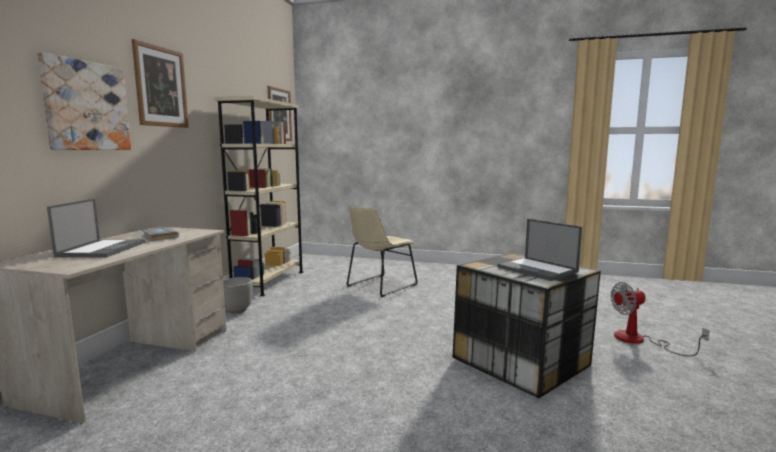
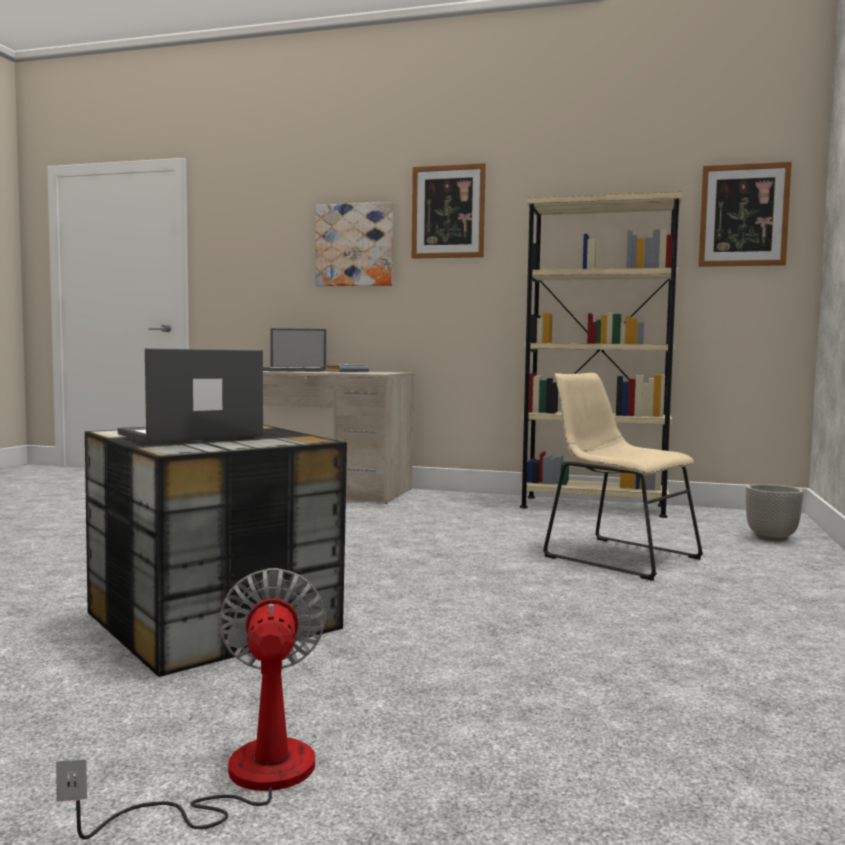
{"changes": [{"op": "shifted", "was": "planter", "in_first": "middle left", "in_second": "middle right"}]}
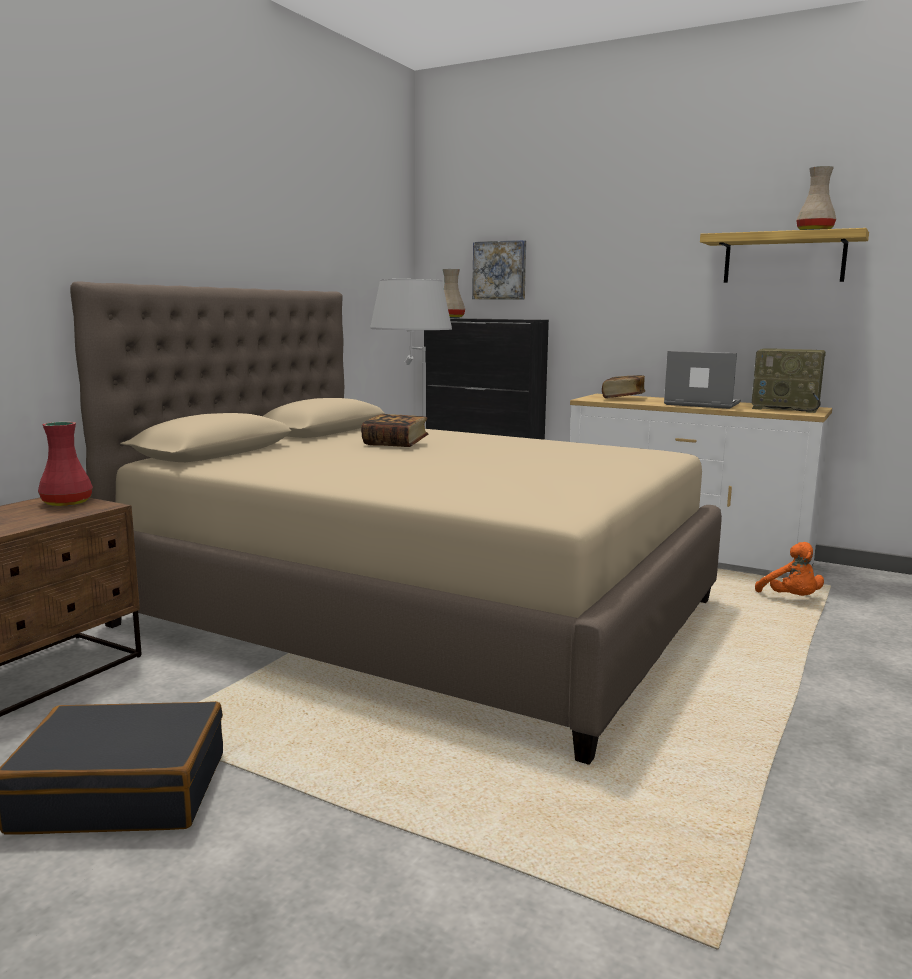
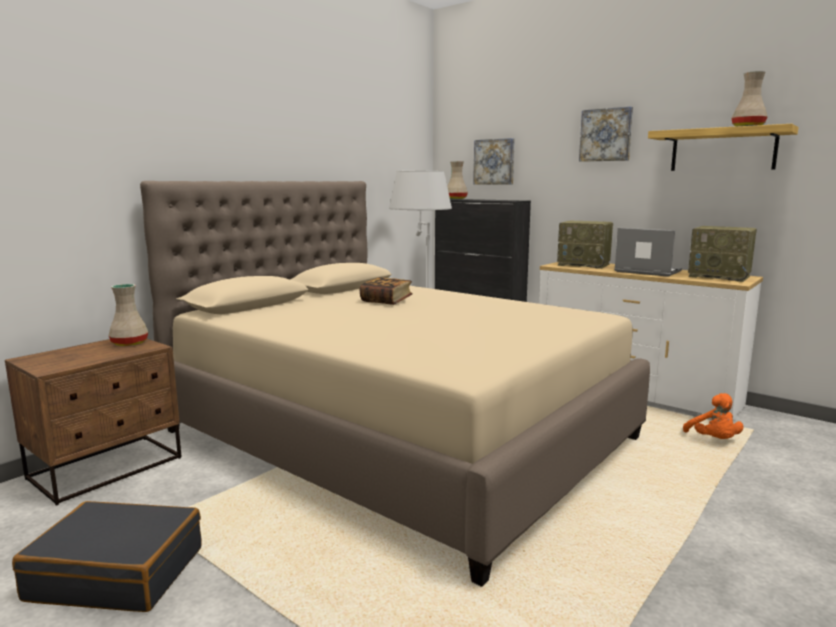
{"changes": [{"op": "repainted", "was": "vase in red", "now": "vase in beige (no. 1 from left)", "in_first": "middle left", "in_second": "middle left"}, {"op": "swapped", "was": "book (no. 2 from left)", "now": "radio (no. 1 from left)", "in_first": "middle right", "in_second": "middle right"}, {"op": "new", "now": "picture (no. 2 from left)", "in_second": "top right"}]}
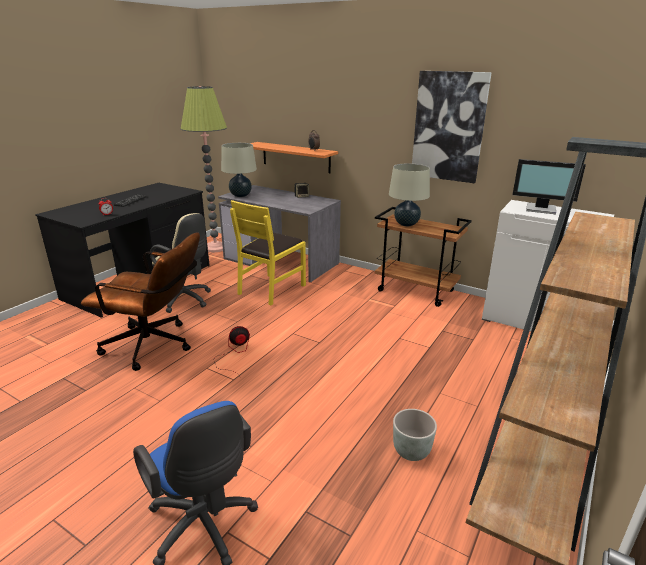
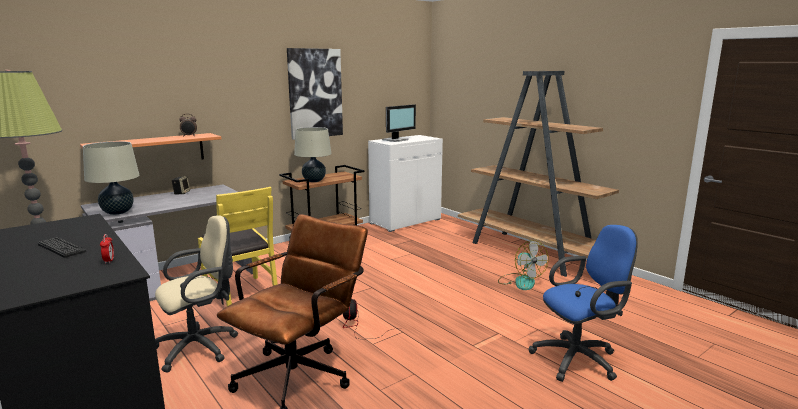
{"changes": [{"op": "swapped", "was": "planter in grey", "now": "fan (no. 2 from left)", "in_first": "bottom centre", "in_second": "centre"}]}
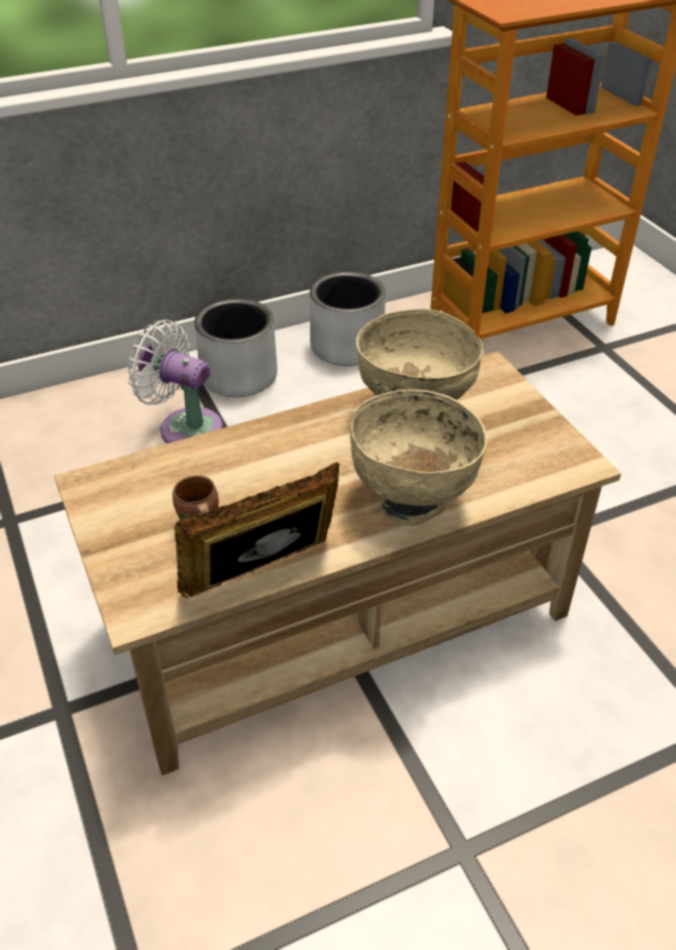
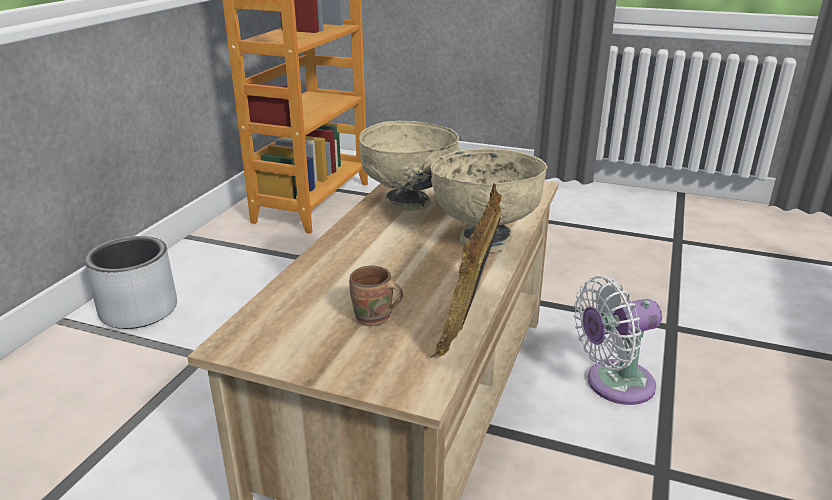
{"changes": [{"op": "shifted", "was": "fan in white", "in_first": "middle left", "in_second": "bottom right"}, {"op": "gone", "was": "planter in grey (no. 2 from left)", "in_first": "centre"}]}
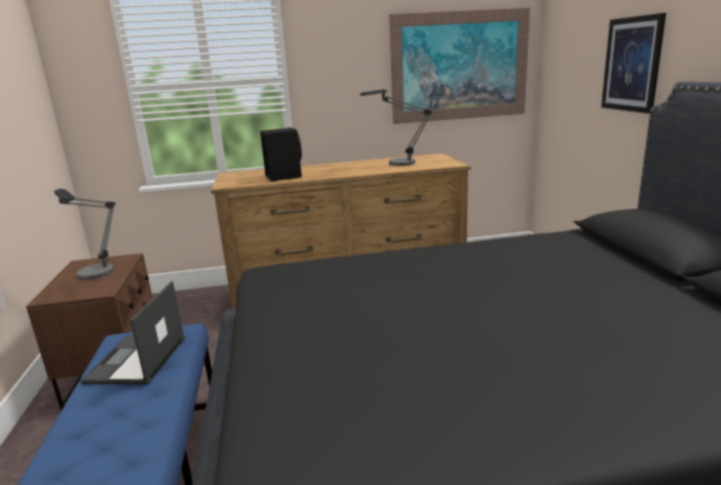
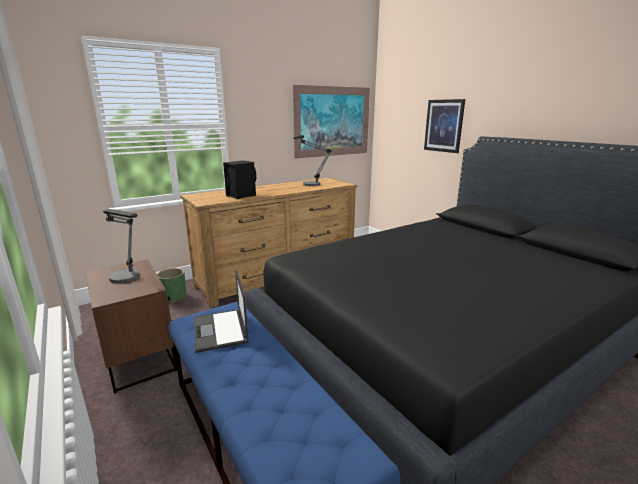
{"changes": [{"op": "new", "now": "planter in green", "in_second": "middle left"}]}
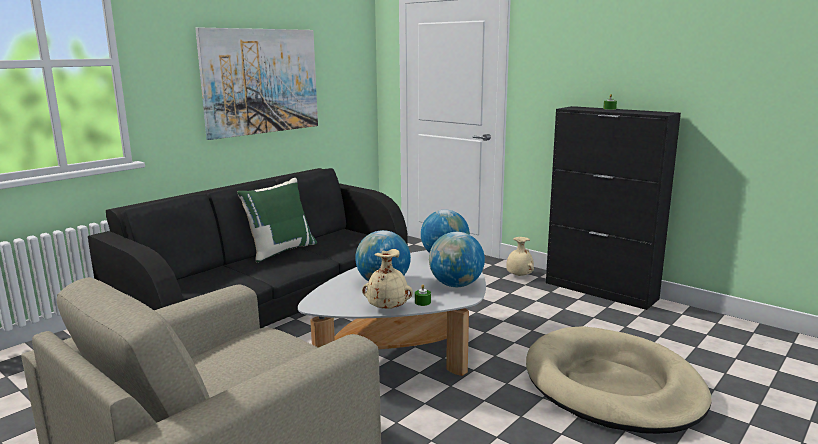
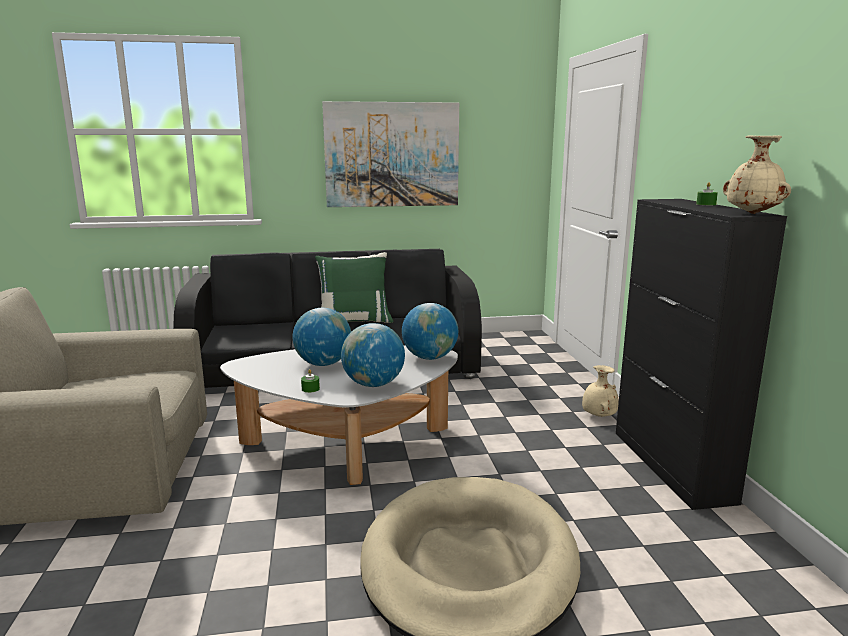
{"changes": [{"op": "shifted", "was": "vase in beige (no. 1 from left in the first image)", "now": "vase in beige (no. 2 from left)", "in_first": "centre", "in_second": "top right"}]}
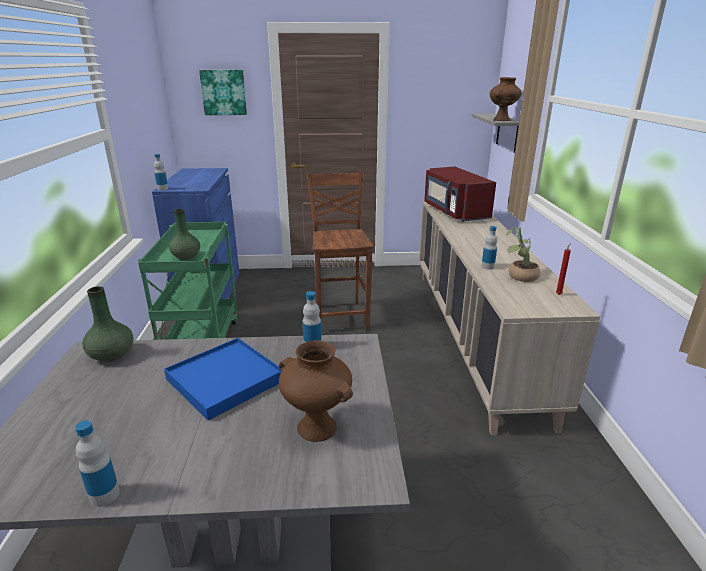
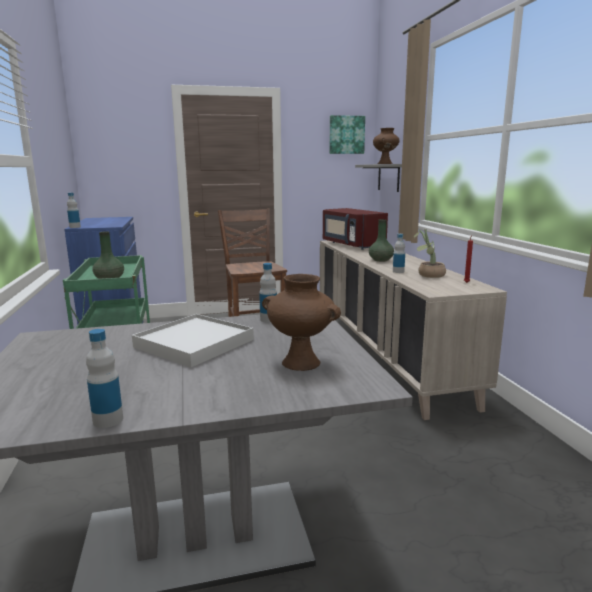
{"changes": [{"op": "repainted", "was": "tray in blue", "now": "tray in white", "in_first": "middle left", "in_second": "middle left"}, {"op": "shifted", "was": "picture", "in_first": "top left", "in_second": "top centre"}, {"op": "shifted", "was": "vase in green (no. 1 from left in the first image)", "now": "vase in green (no. 2 from left)", "in_first": "middle left", "in_second": "centre"}]}
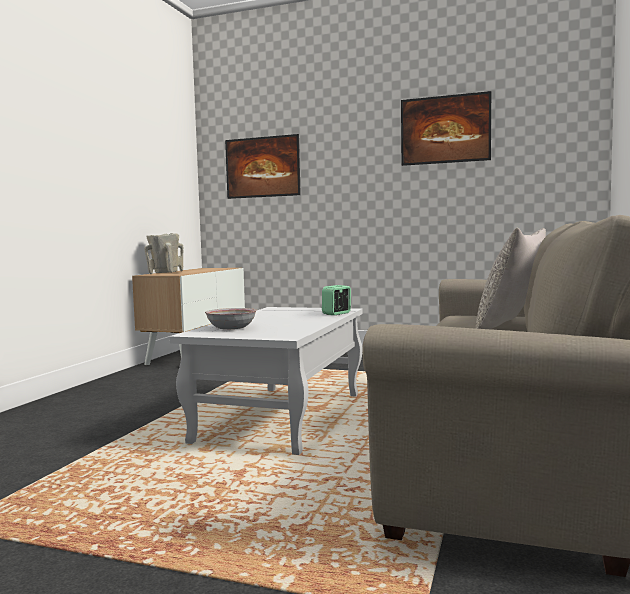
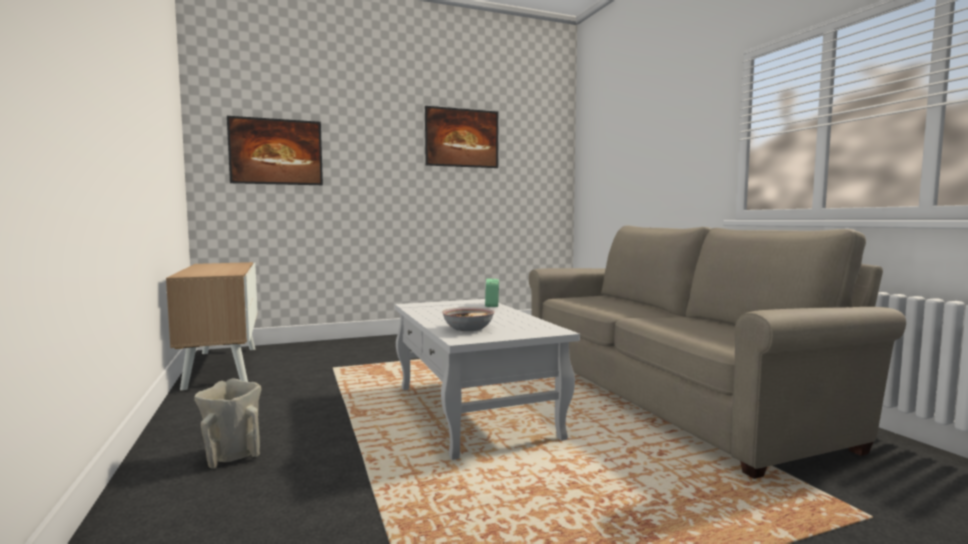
{"changes": [{"op": "shifted", "was": "vase in beige", "in_first": "middle left", "in_second": "bottom left"}, {"op": "gone", "was": "pillow in grey", "in_first": "middle right"}]}
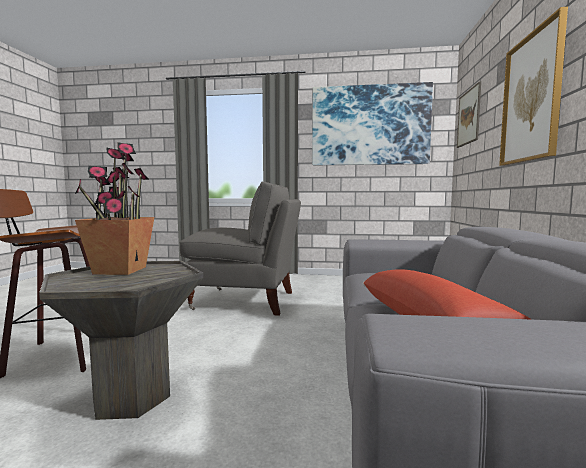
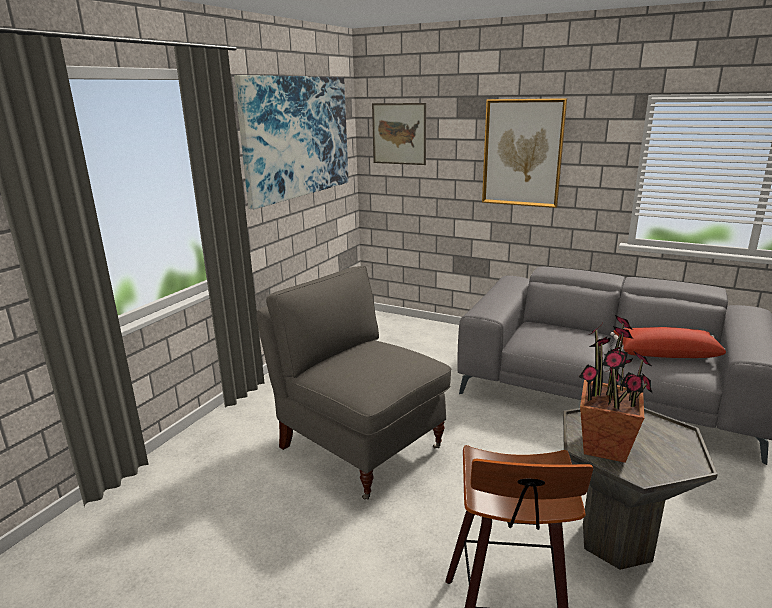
{"changes": [{"op": "rotated", "was": "armchair in grey", "in_first": "centre", "in_second": "centre", "clockwise": -75}]}
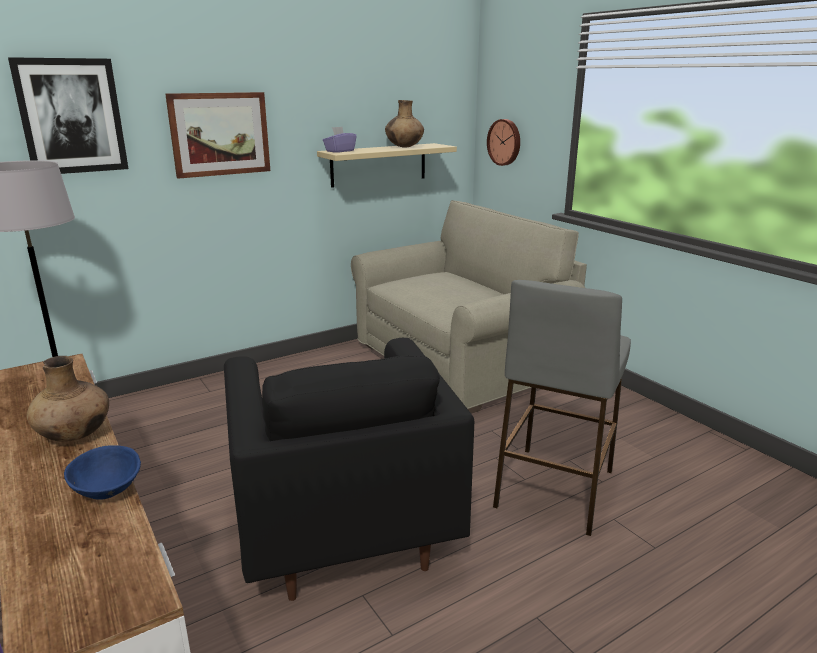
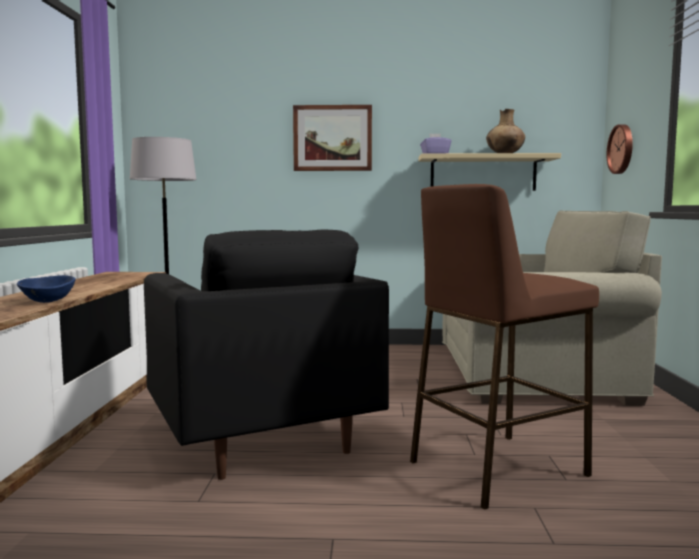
{"changes": [{"op": "rotated", "was": "armchair in black", "in_first": "bottom centre", "in_second": "centre", "clockwise": -45}, {"op": "repainted", "was": "stool in grey", "now": "stool in brown", "in_first": "middle right", "in_second": "middle right"}, {"op": "gone", "was": "picture (no. 1 from left)", "in_first": "top left"}, {"op": "gone", "was": "vase in brown (no. 1 from left)", "in_first": "middle left"}]}
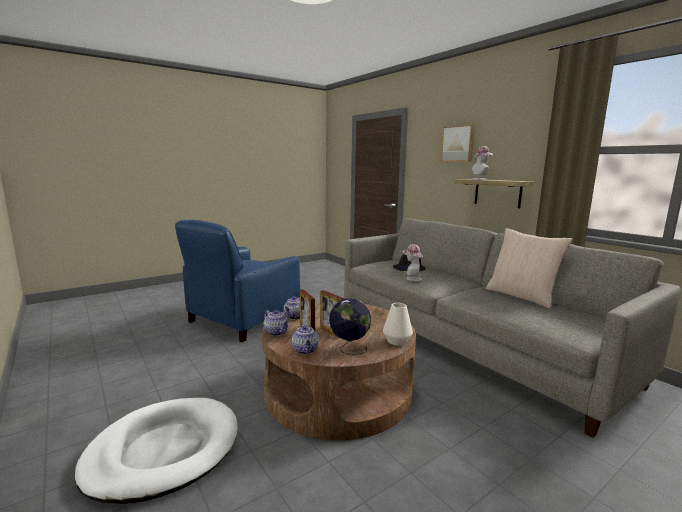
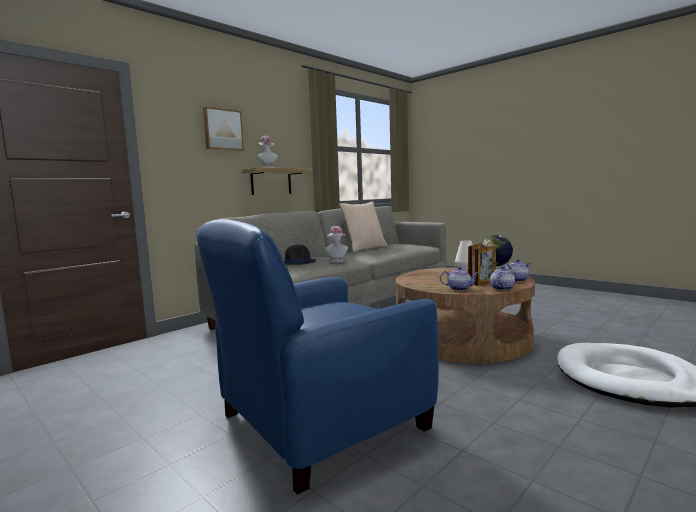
{"changes": [{"op": "rotated", "was": "armchair in blue", "in_first": "centre", "in_second": "bottom centre", "clockwise": 120}]}
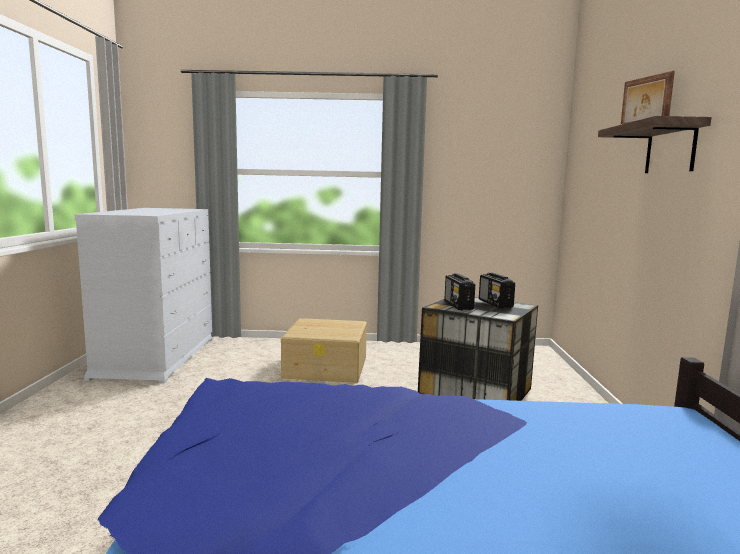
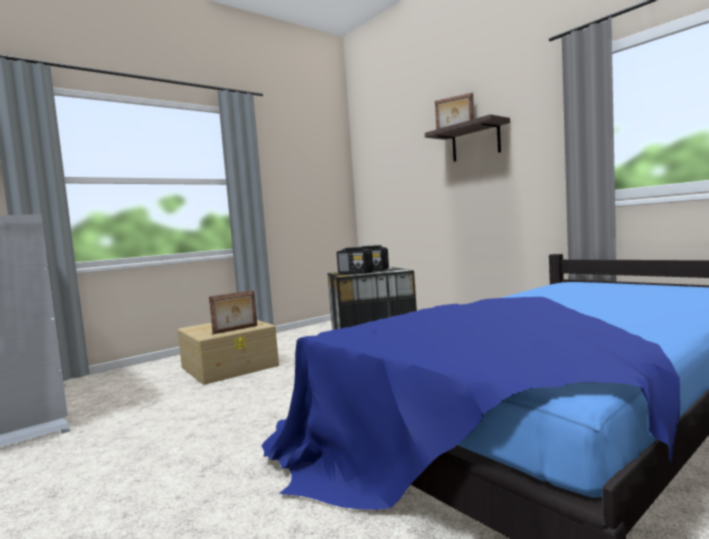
{"changes": [{"op": "new", "now": "picture frame (no. 1 from left)", "in_second": "middle left"}]}
